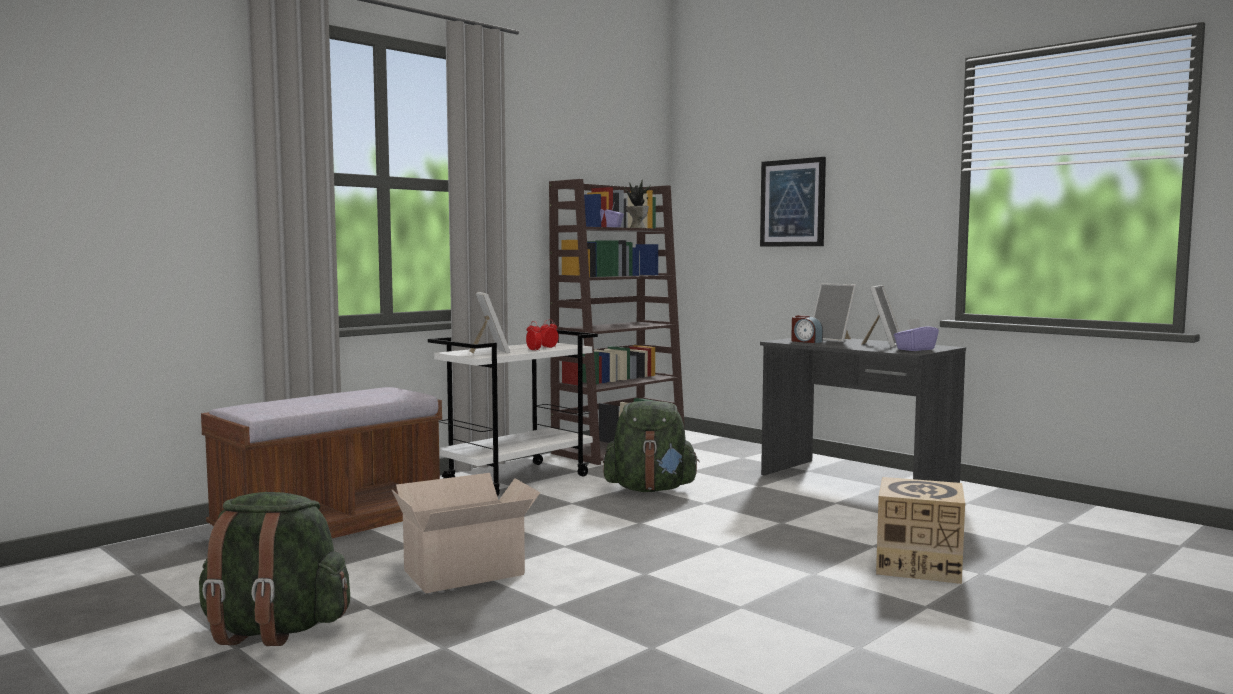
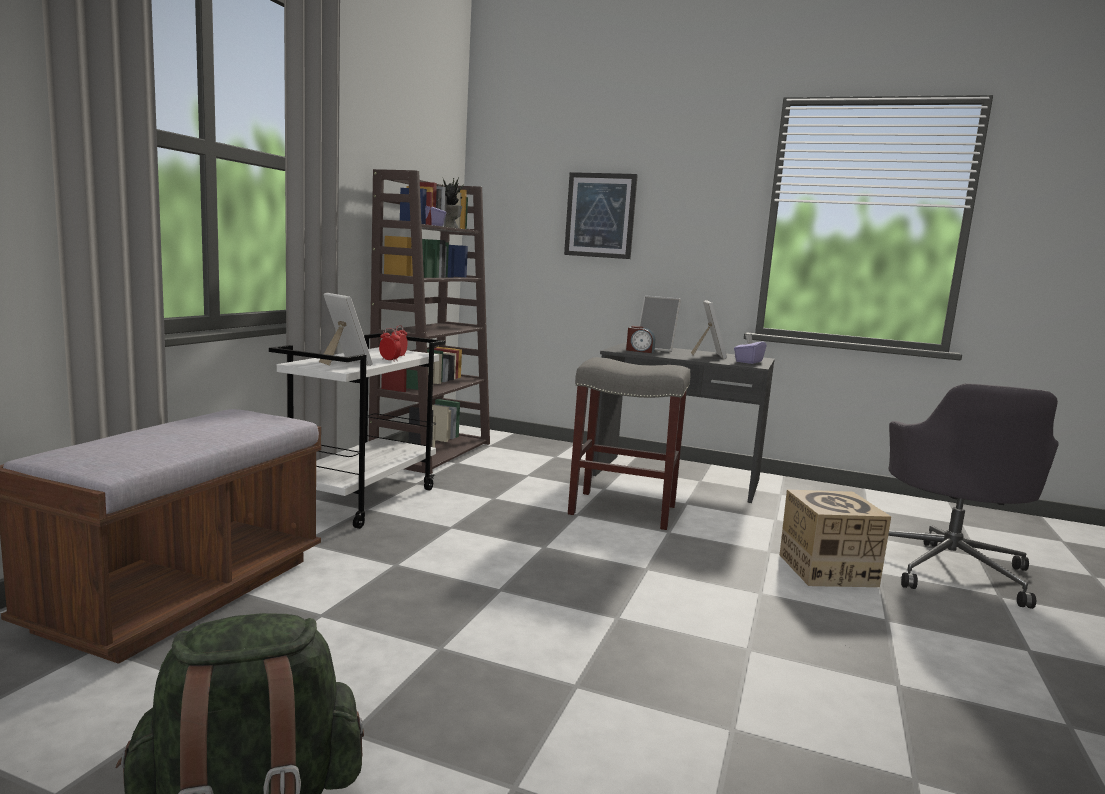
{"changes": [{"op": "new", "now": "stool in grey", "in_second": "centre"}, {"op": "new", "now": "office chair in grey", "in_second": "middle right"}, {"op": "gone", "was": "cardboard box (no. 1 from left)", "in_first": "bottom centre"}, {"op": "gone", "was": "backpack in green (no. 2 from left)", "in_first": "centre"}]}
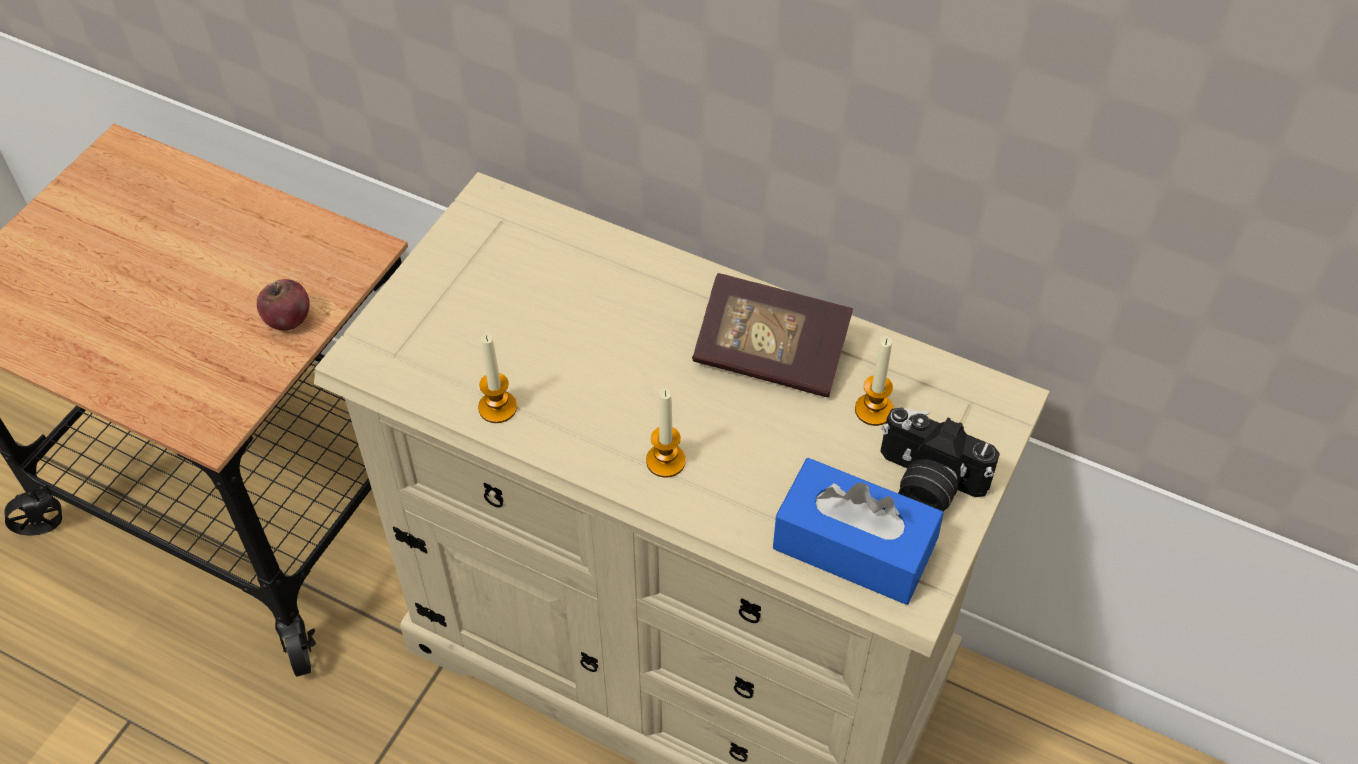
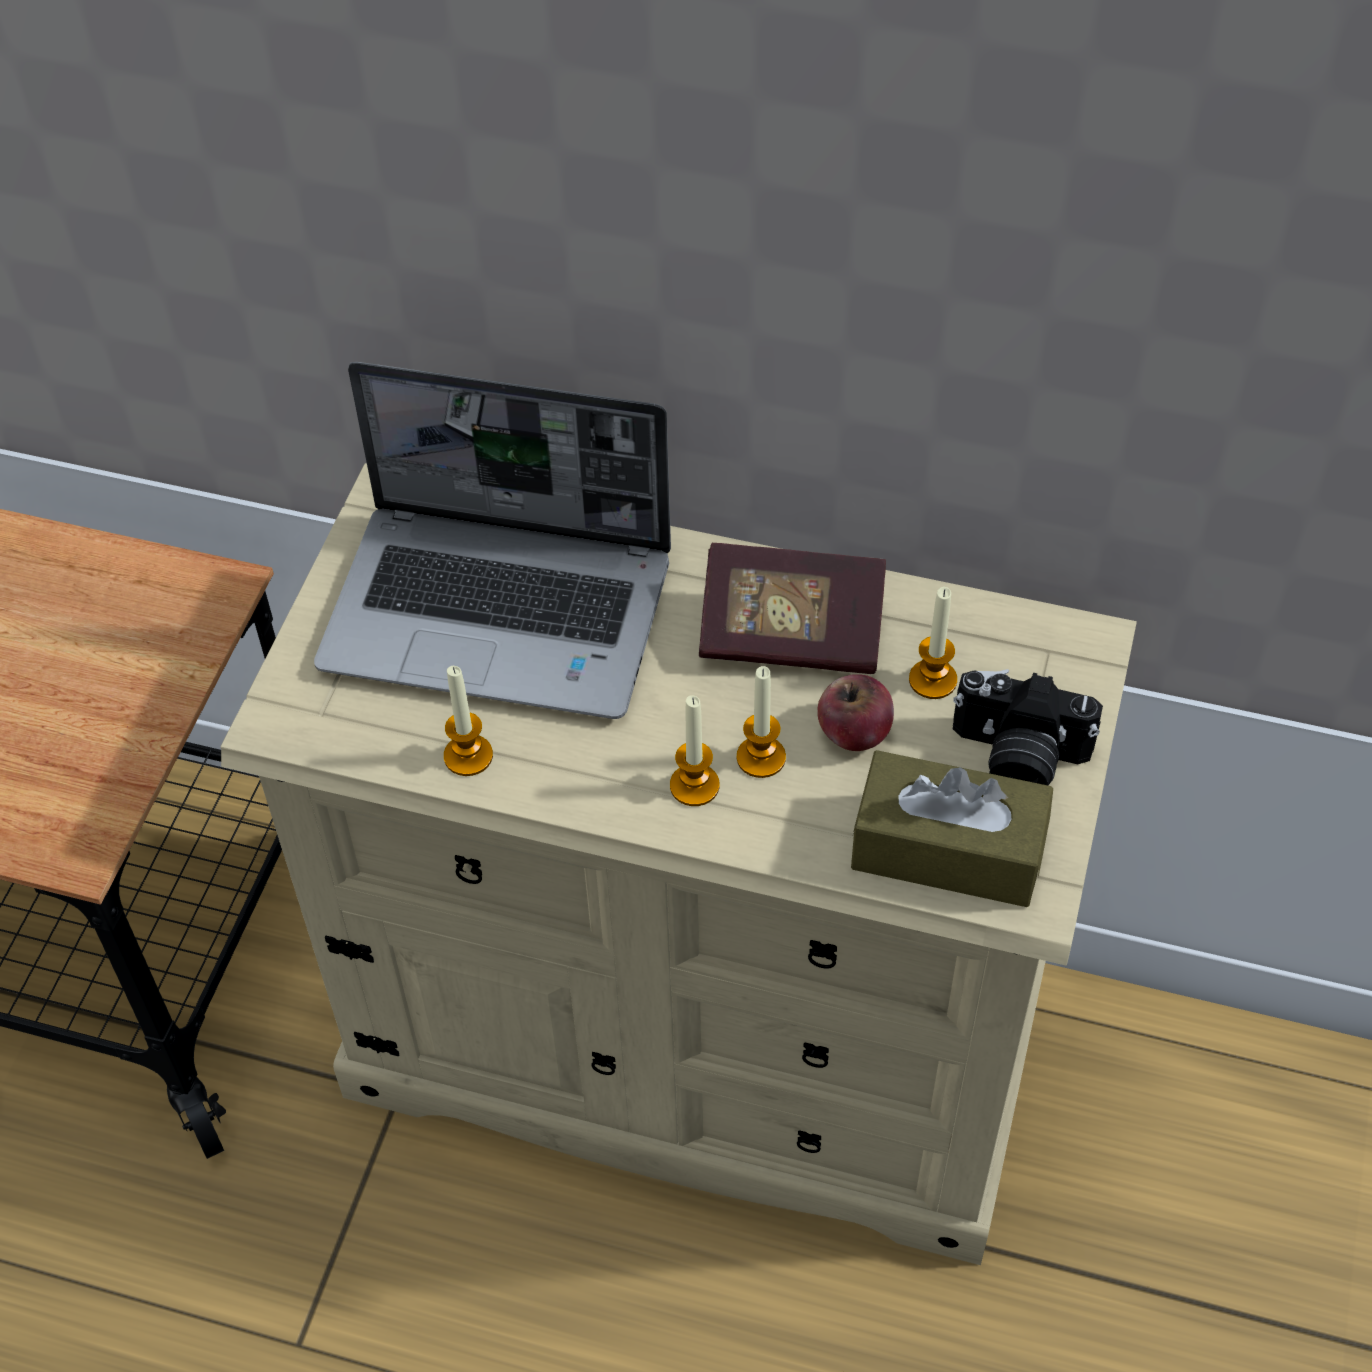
{"changes": [{"op": "new", "now": "laptop", "in_second": "centre"}, {"op": "new", "now": "candle (no. 3 from left)", "in_second": "centre"}, {"op": "shifted", "was": "apple", "in_first": "middle left", "in_second": "centre"}, {"op": "repainted", "was": "tissue box in blue", "now": "tissue box in brown", "in_first": "bottom centre", "in_second": "middle right"}]}
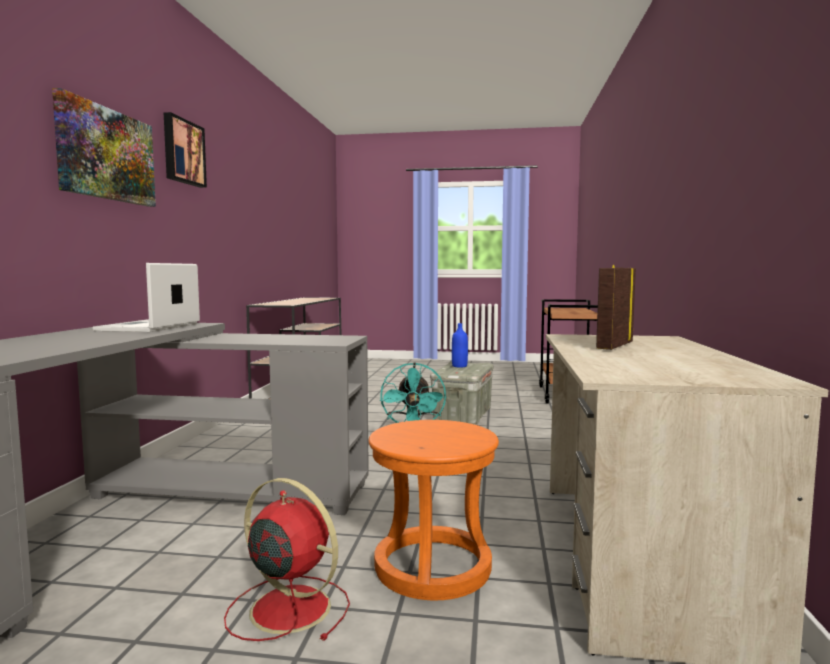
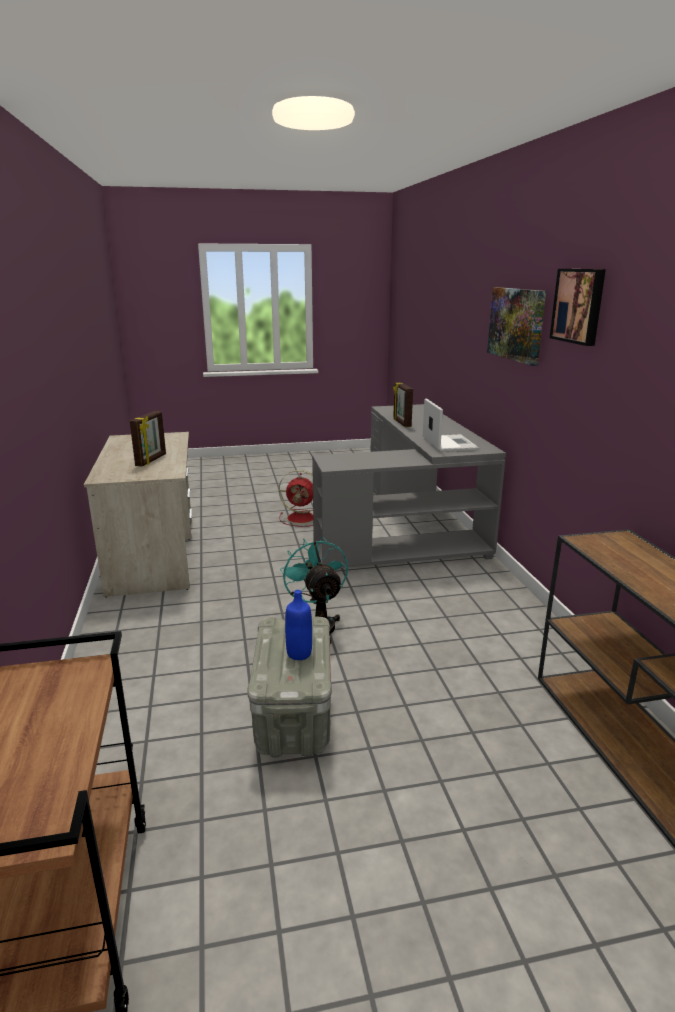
{"changes": [{"op": "new", "now": "picture frame (no. 2 from left)", "in_second": "centre"}, {"op": "gone", "was": "stool in orange", "in_first": "bottom centre"}]}
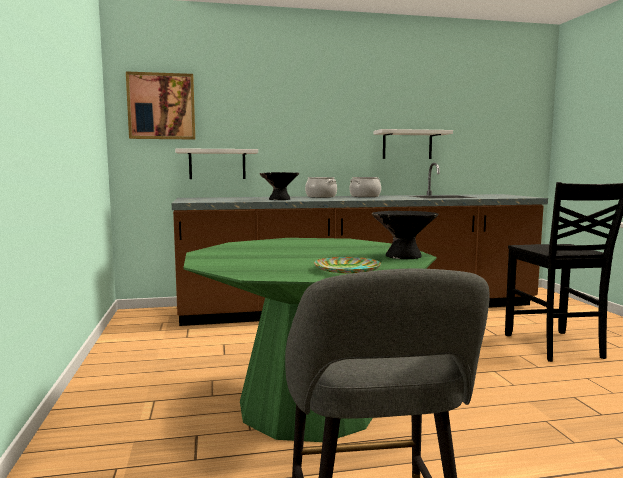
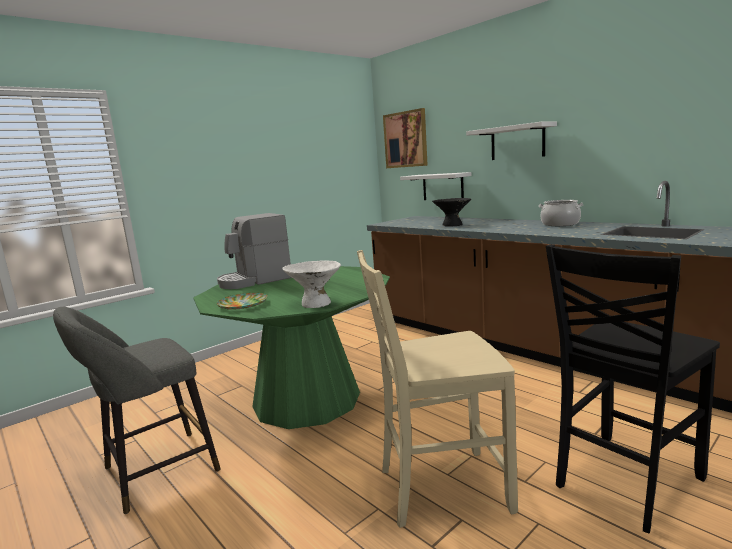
{"changes": [{"op": "new", "now": "coffee machine", "in_second": "centre"}, {"op": "repainted", "was": "bowl in black (no. 2 from left)", "now": "bowl in white", "in_first": "centre", "in_second": "centre"}, {"op": "new", "now": "chair in beige", "in_second": "bottom centre"}, {"op": "shifted", "was": "shelf in white (no. 2 from left)", "in_first": "top centre", "in_second": "top right"}, {"op": "gone", "was": "cooking pot (no. 1 from left)", "in_first": "centre"}]}
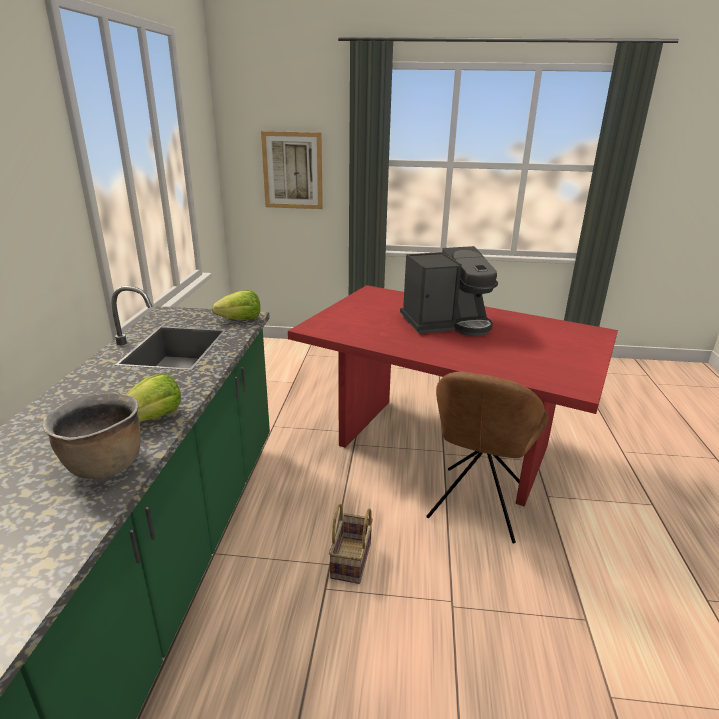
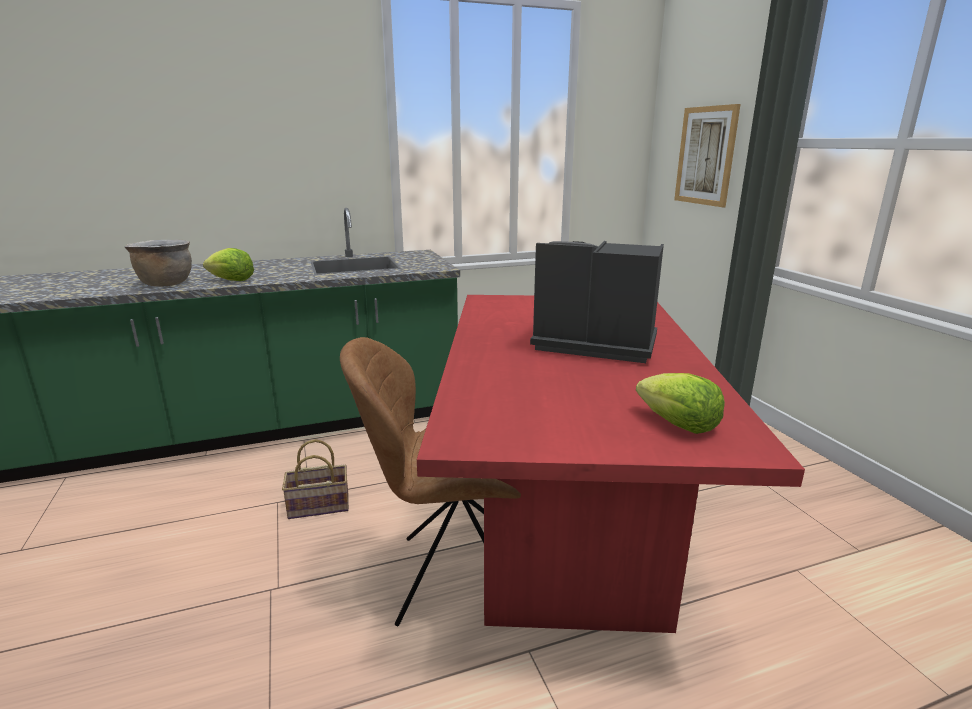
{"changes": [{"op": "rotated", "was": "coffee machine", "in_first": "centre", "in_second": "centre", "clockwise": 150}, {"op": "shifted", "was": "lettuce (no. 2 from left)", "in_first": "middle left", "in_second": "middle right"}]}
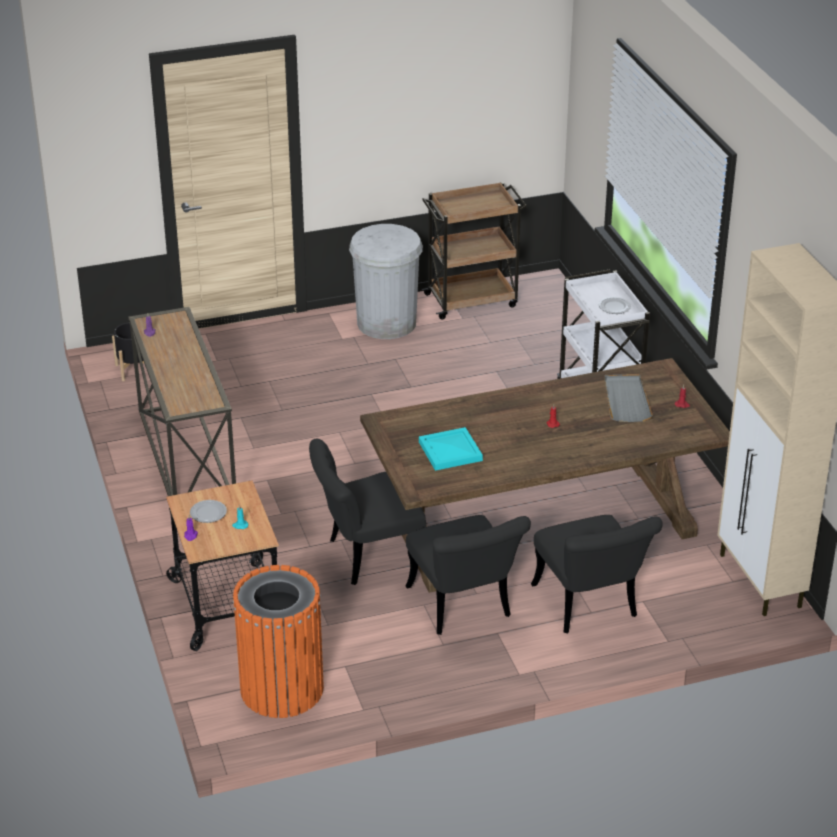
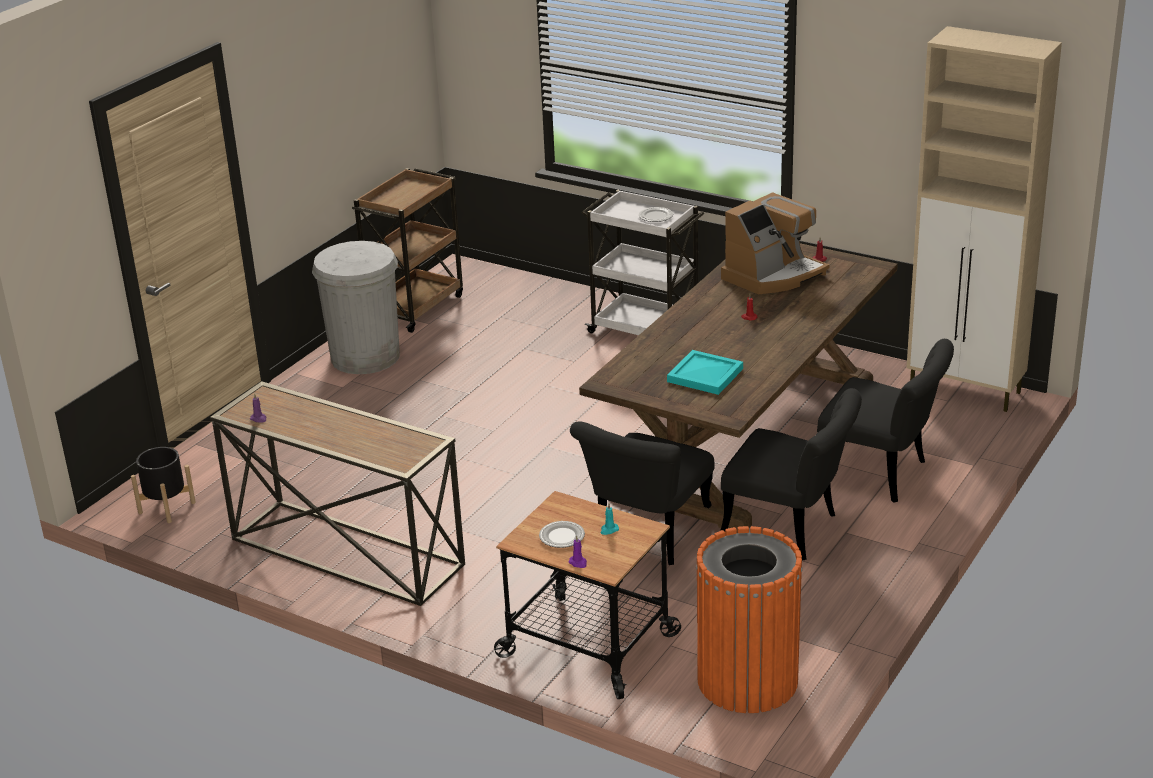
{"changes": [{"op": "swapped", "was": "tray in grey", "now": "coffee machine", "in_first": "middle right", "in_second": "top right"}]}
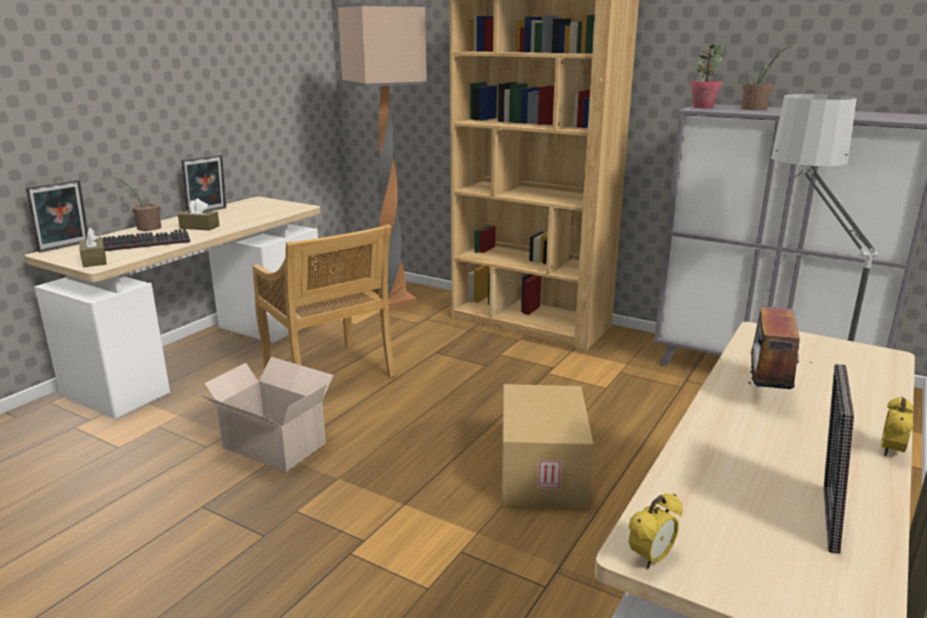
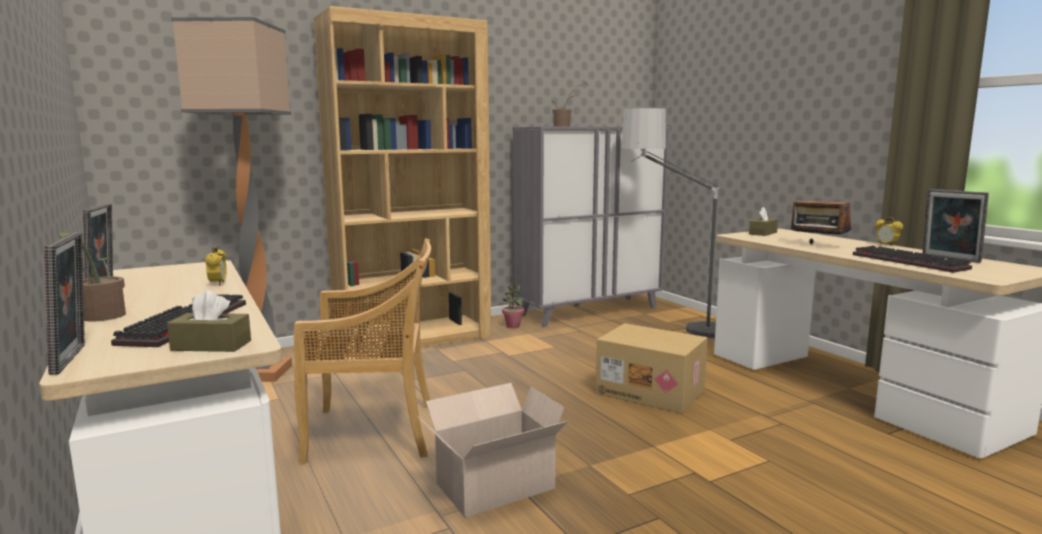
{"changes": [{"op": "shifted", "was": "alarm clock (no. 1 from left)", "in_first": "bottom right", "in_second": "middle left"}, {"op": "shifted", "was": "potted plant (no. 2 from left)", "in_first": "top right", "in_second": "centre"}, {"op": "shifted", "was": "tissue box in brown (no. 2 from left)", "in_first": "middle left", "in_second": "middle right"}, {"op": "new", "now": "keyboard (no. 2 from left)", "in_second": "middle right"}]}
